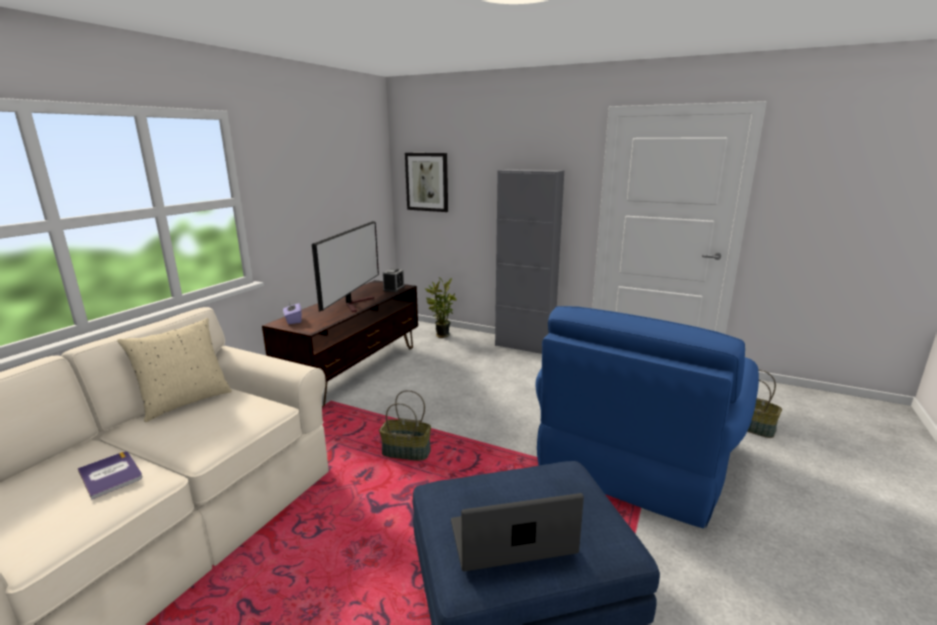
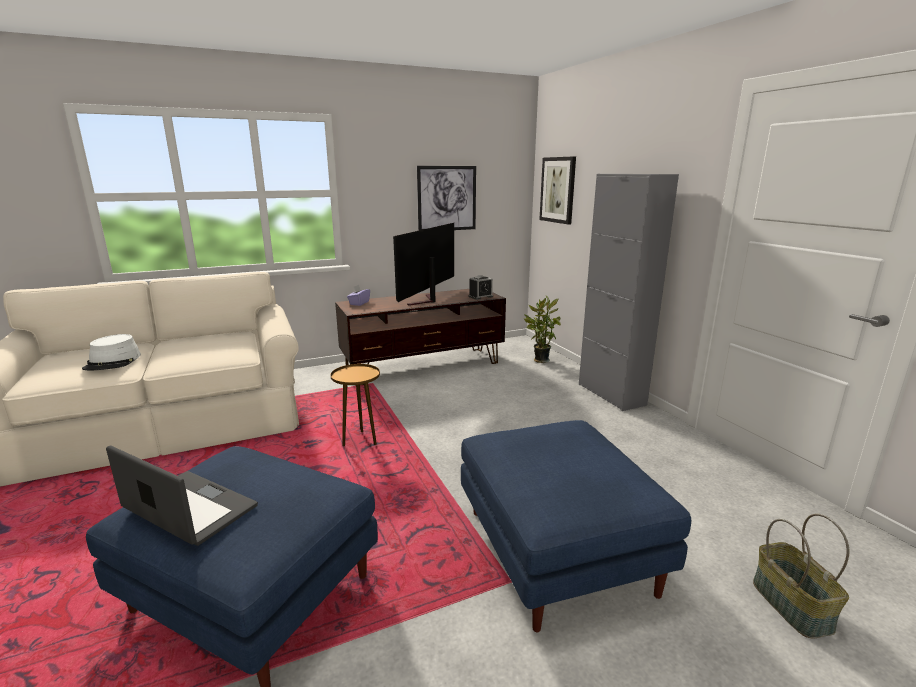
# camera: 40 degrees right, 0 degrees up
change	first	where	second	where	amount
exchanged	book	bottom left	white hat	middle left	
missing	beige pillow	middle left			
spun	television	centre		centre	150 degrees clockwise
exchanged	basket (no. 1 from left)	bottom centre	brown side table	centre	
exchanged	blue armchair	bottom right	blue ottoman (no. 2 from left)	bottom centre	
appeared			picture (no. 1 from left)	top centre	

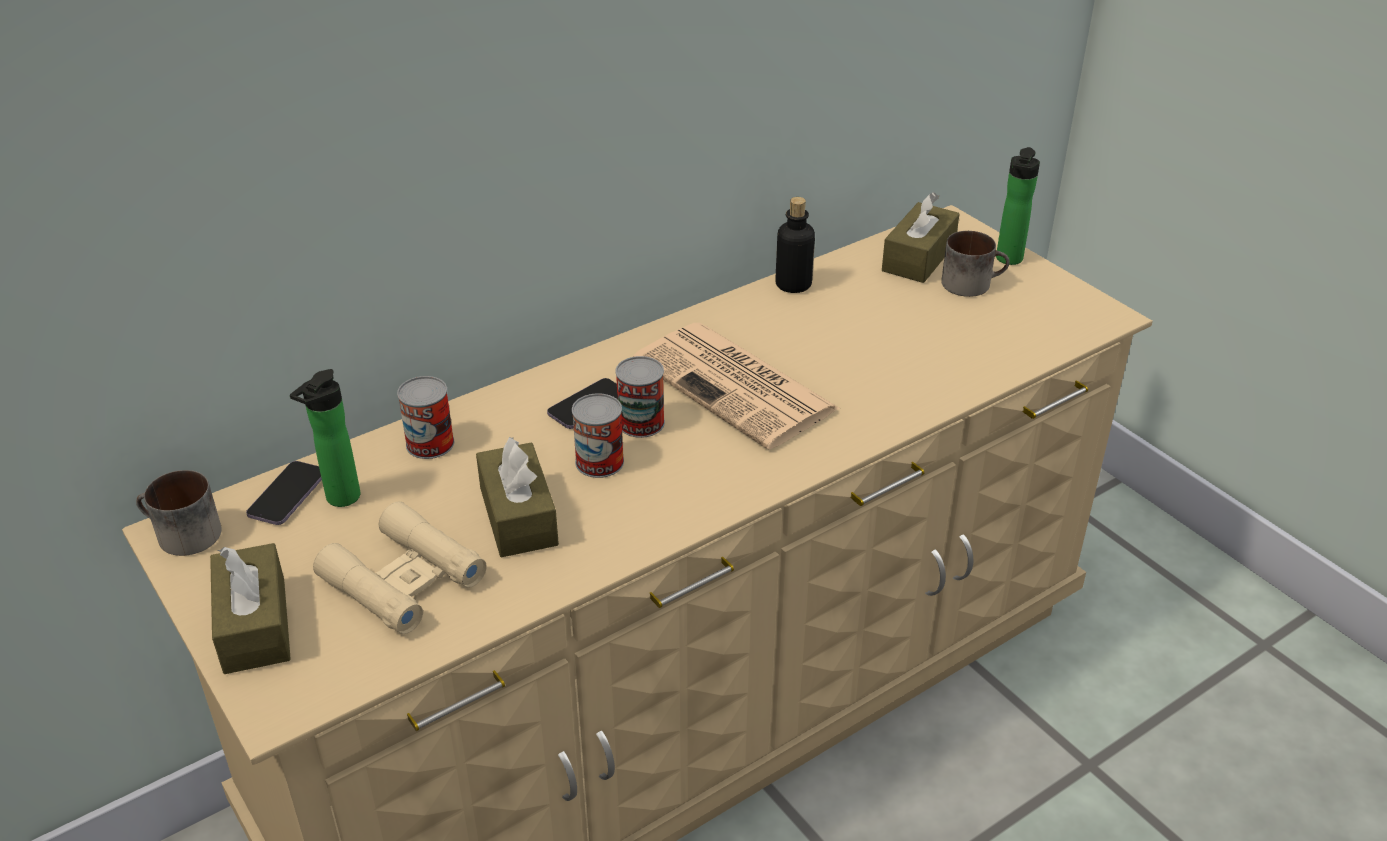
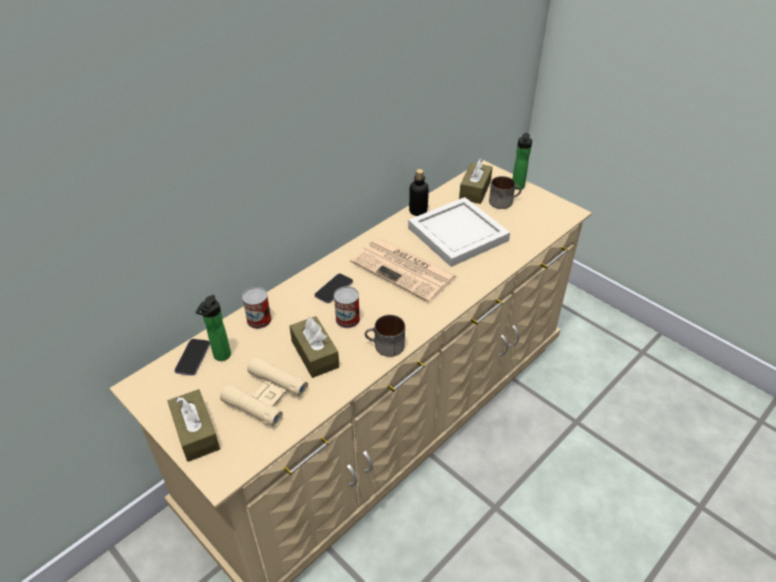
# camera: 10 degrees left, 5 degrees up
change	first	where	second	where	amount
relocated	mug (no. 1 from left)	middle left		centre	
missing	can (no. 3 from left)	centre			
appeared			white tray	centre	

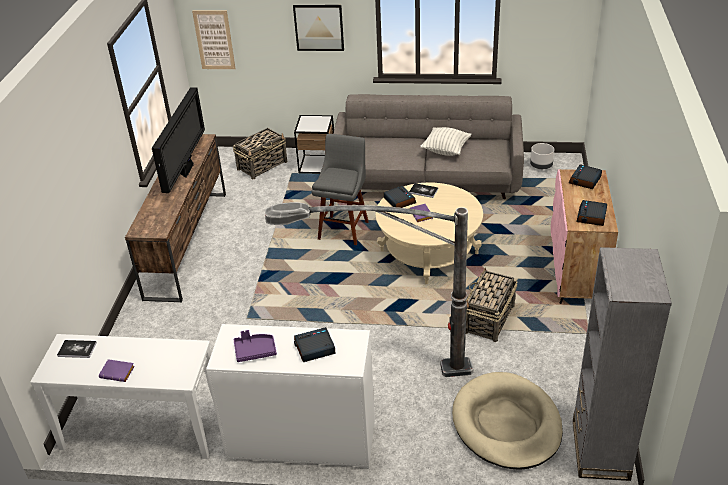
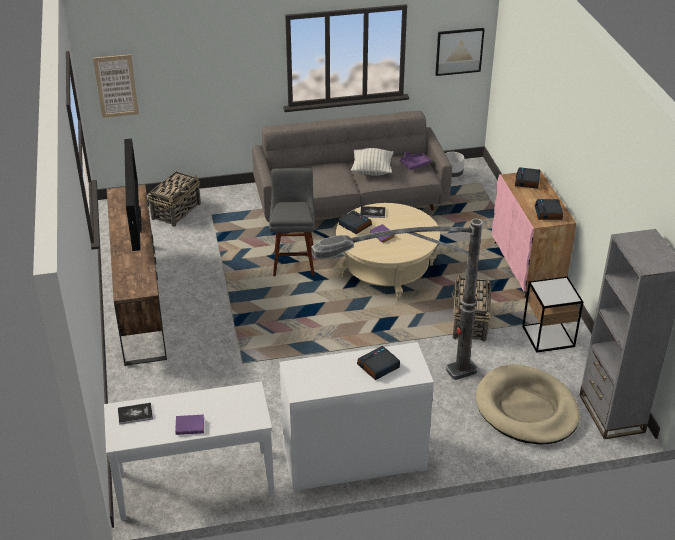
# camera: 20 degrees left, 0 degrees up
change	first	where	second	where	amount
relocated	purple tray	bottom centre		top centre	
relocated	picture (no. 2 from left)	top centre		top right	
relocated	side table	top centre		middle right	

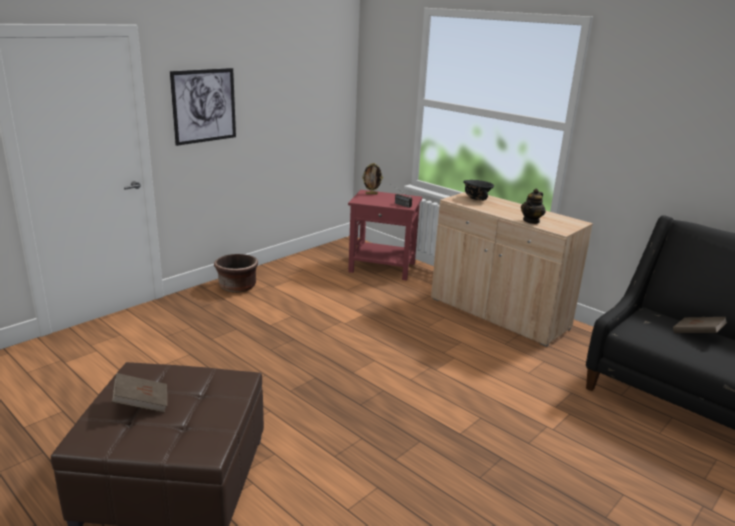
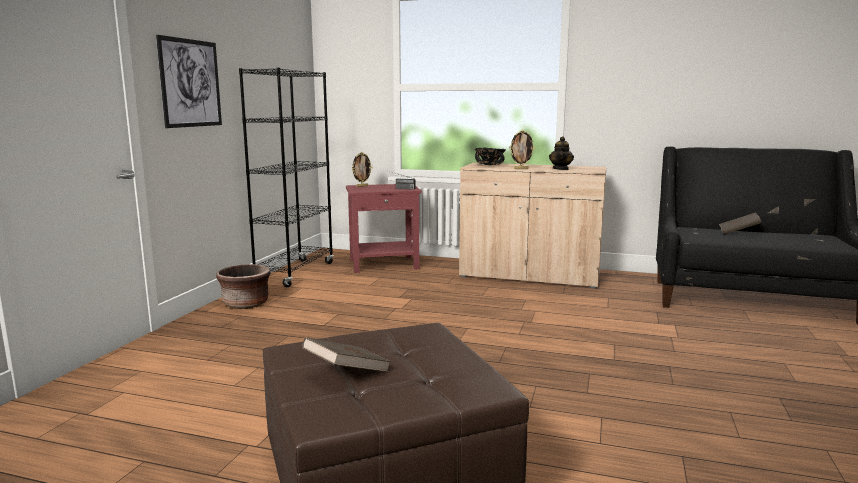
# camera: 25 degrees left, 10 degrees down
change	first	where	second	where	amount
appeared			black bookcase	centre	
appeared			picture frame (no. 2 from left)	top centre	

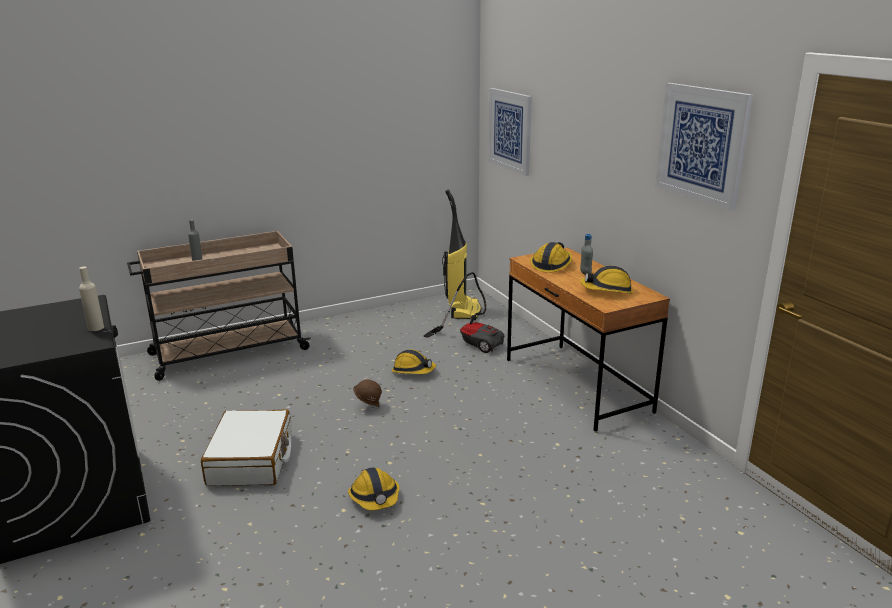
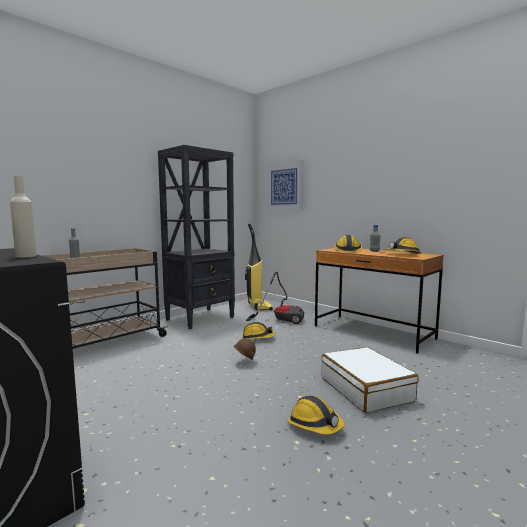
# camera: 20 degrees left, 15 degrees down
change	first	where	second	where	amount
relocated	white suitcase	bottom left		bottom right	
missing	picture (no. 2 from left)	top right			
appeared			black bookcase	centre	

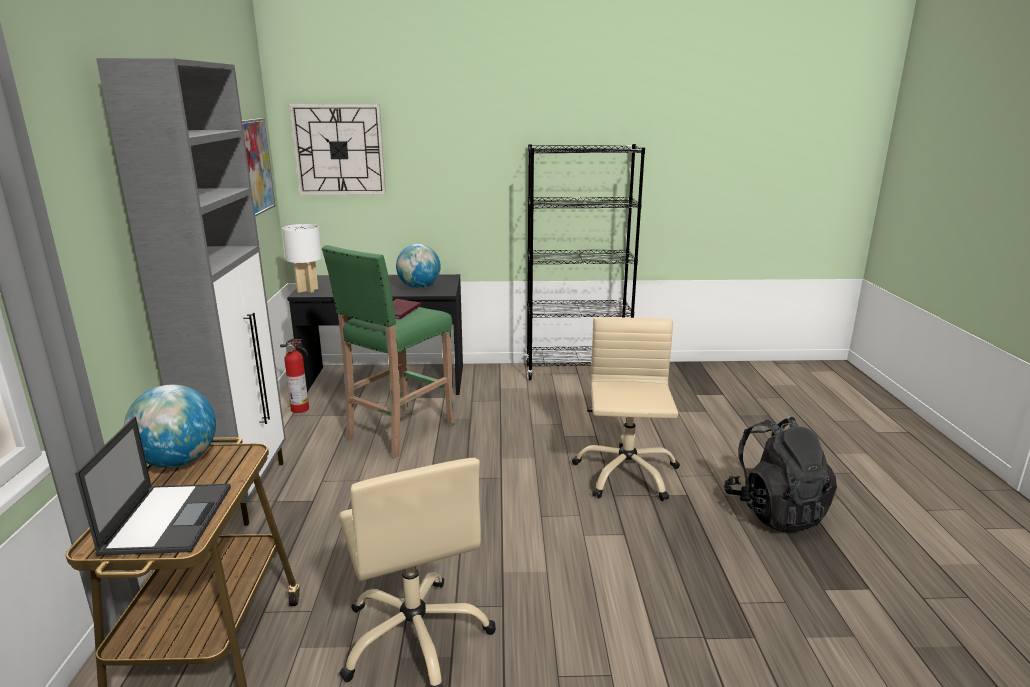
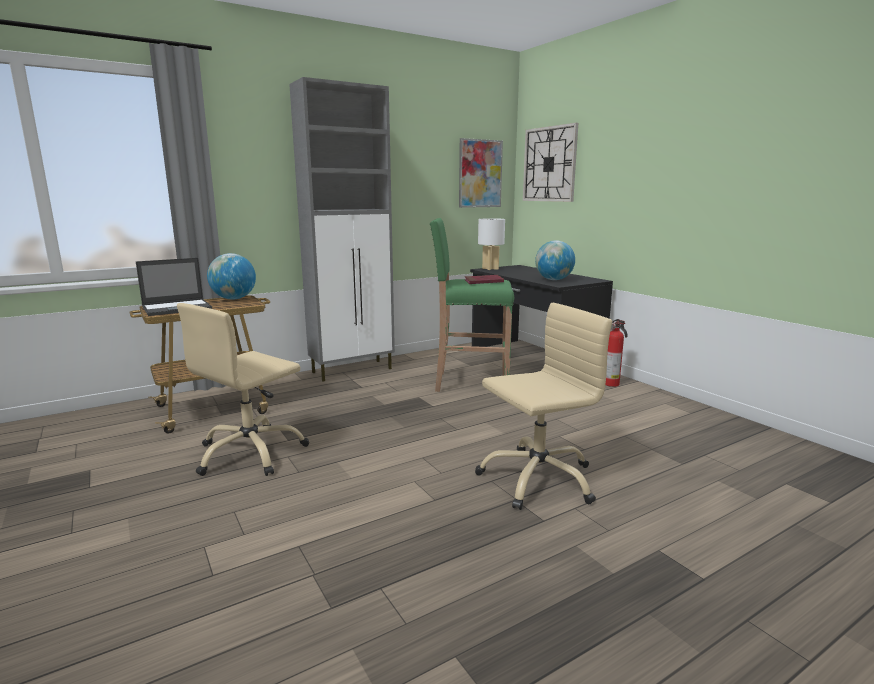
# camera: 60 degrees right, 5 degrees down
change	first	where	second	where	amount
relocated	fire extinguisher	middle left		middle right	
missing	black bookcase	centre			
missing	black backpack	bottom right			

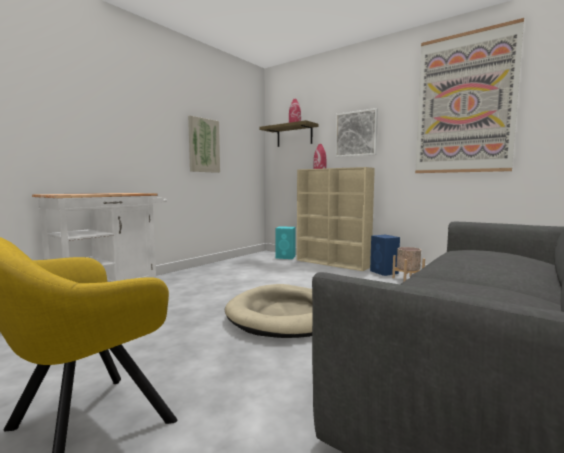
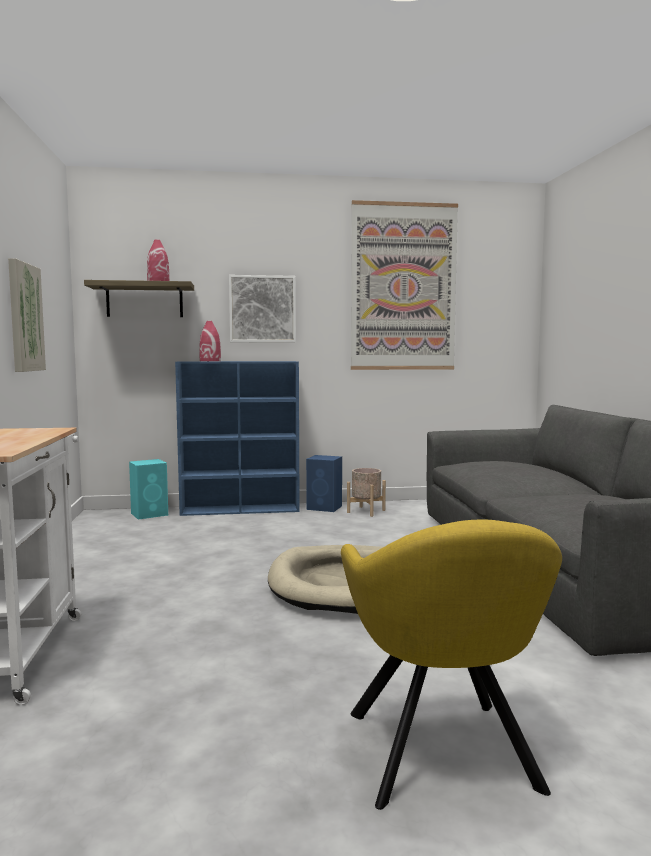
# camera: 45 degrees left, 0 degrees up
change	first	where	second	where	amount
colour	beige bookcase	centre	blue bookcase	centre	

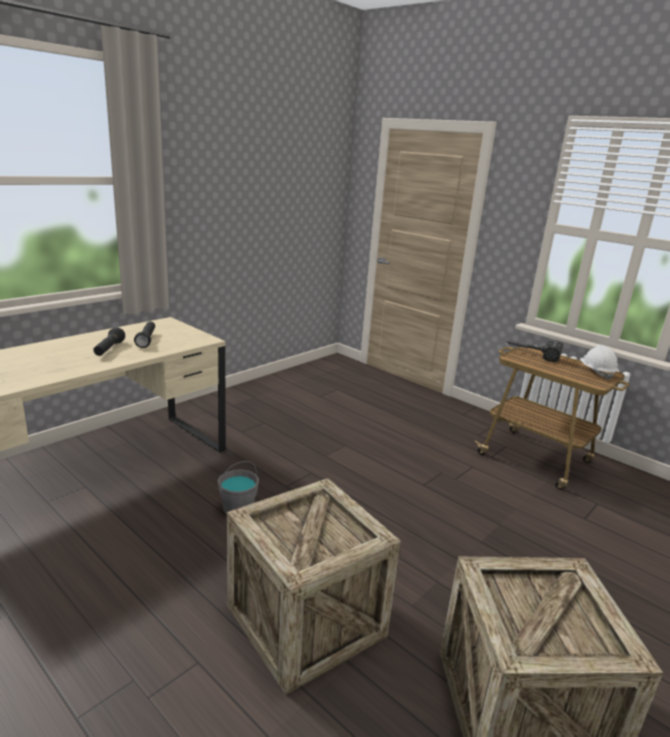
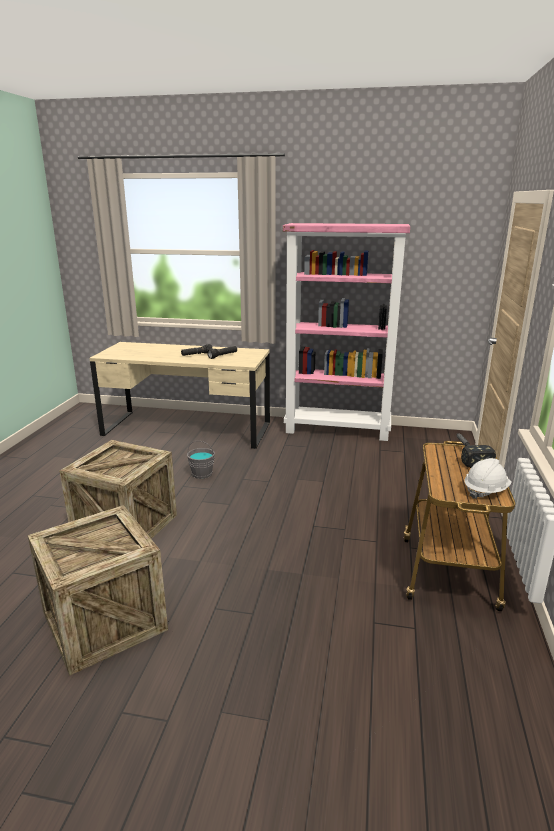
# camera: 60 degrees right, 0 degrees up
change	first	where	second	where	amount
appeared			pink bookcase	centre	

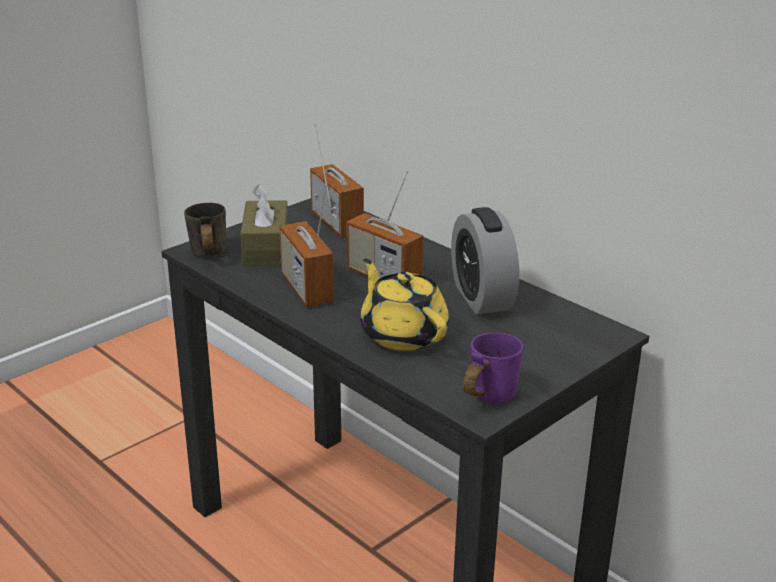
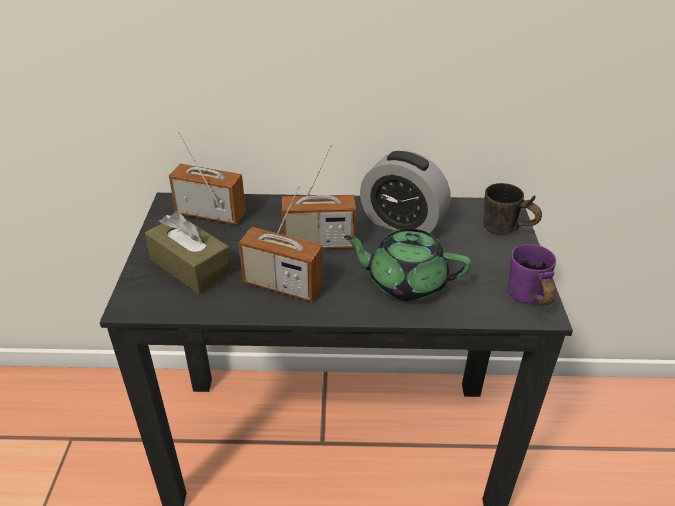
# camera: 45 degrees left, 10 degrees up
change	first	where	second	where	amount
relocated	grey mug	middle left		middle right	
colour	yellow teapot	centre	green teapot	centre	

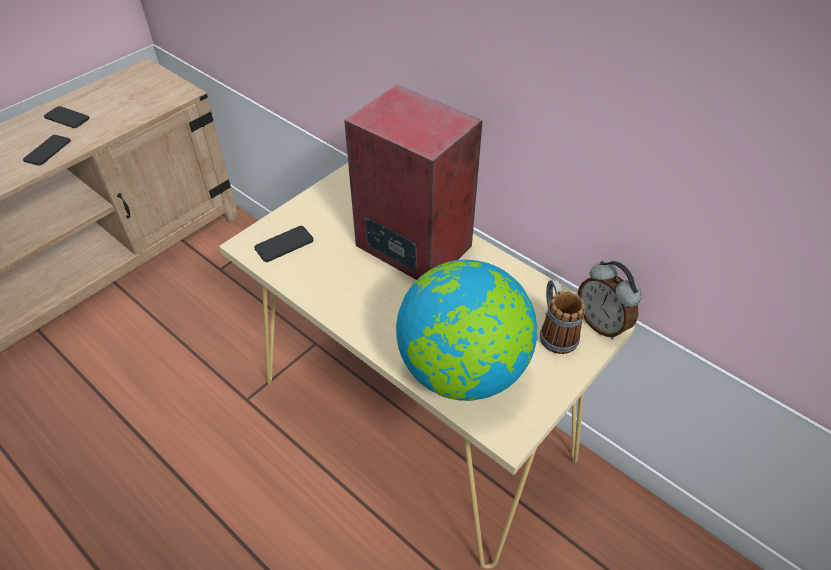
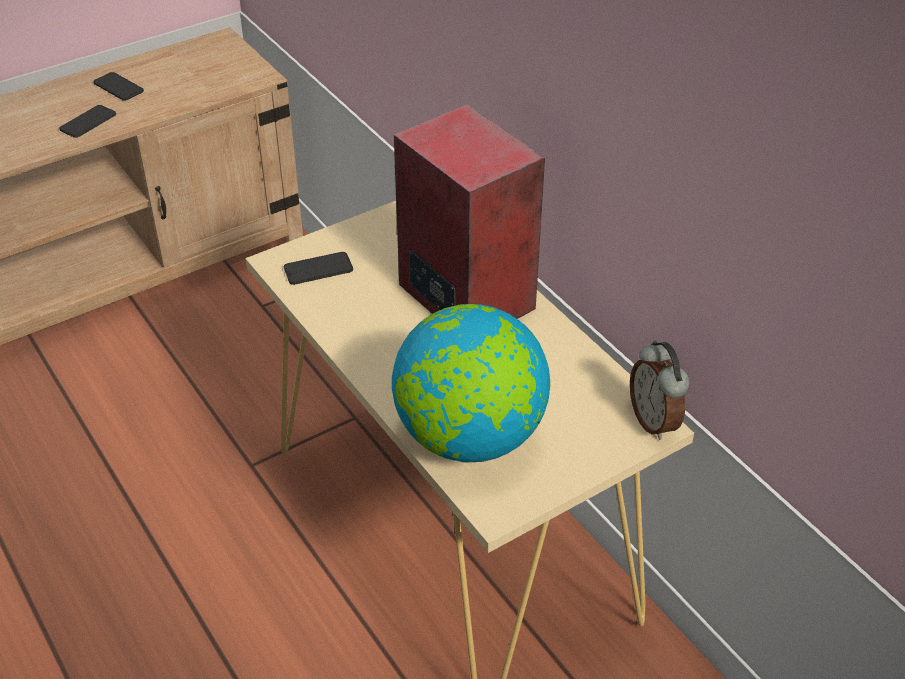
# camera: 15 degrees right, 5 degrees down
change	first	where	second	where	amount
missing	mug	middle right			

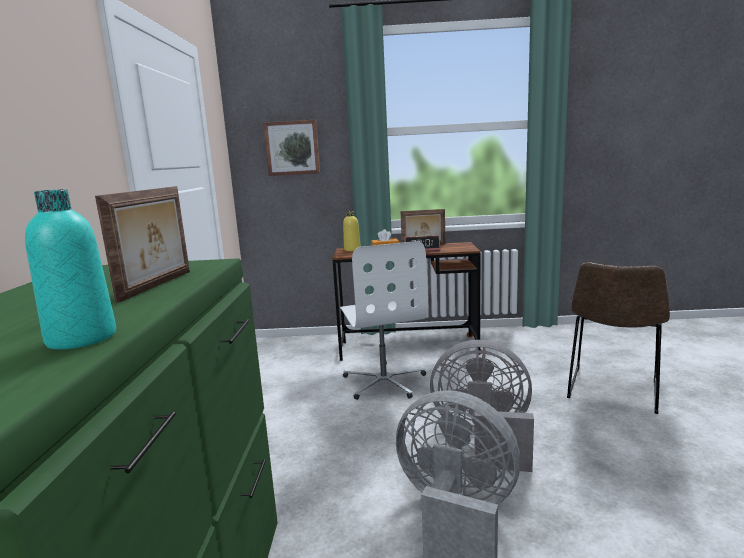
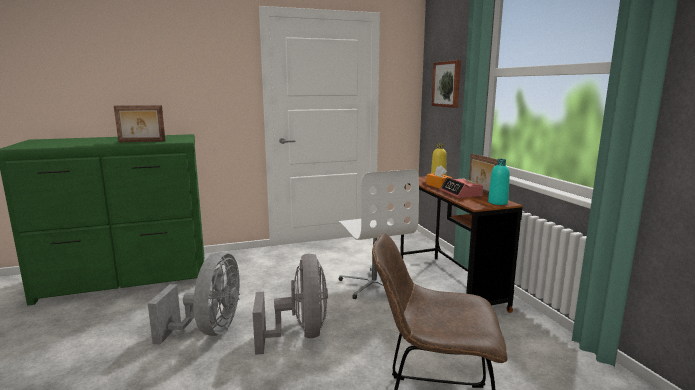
# camera: 70 degrees right, 0 degrees up
change	first	where	second	where	amount
relocated	turquoise bottle	middle left		middle right	
spun	white office chair	centre		centre	75 degrees counterclockwise

